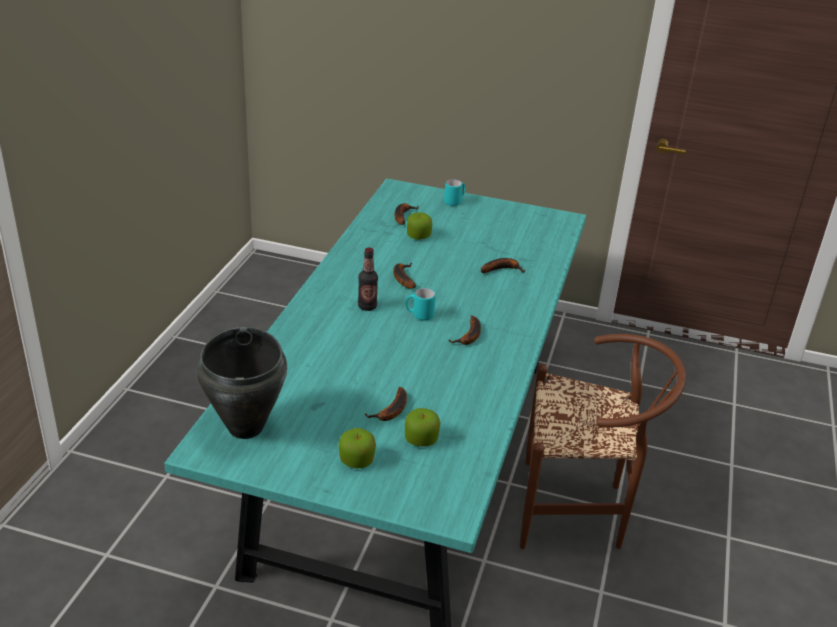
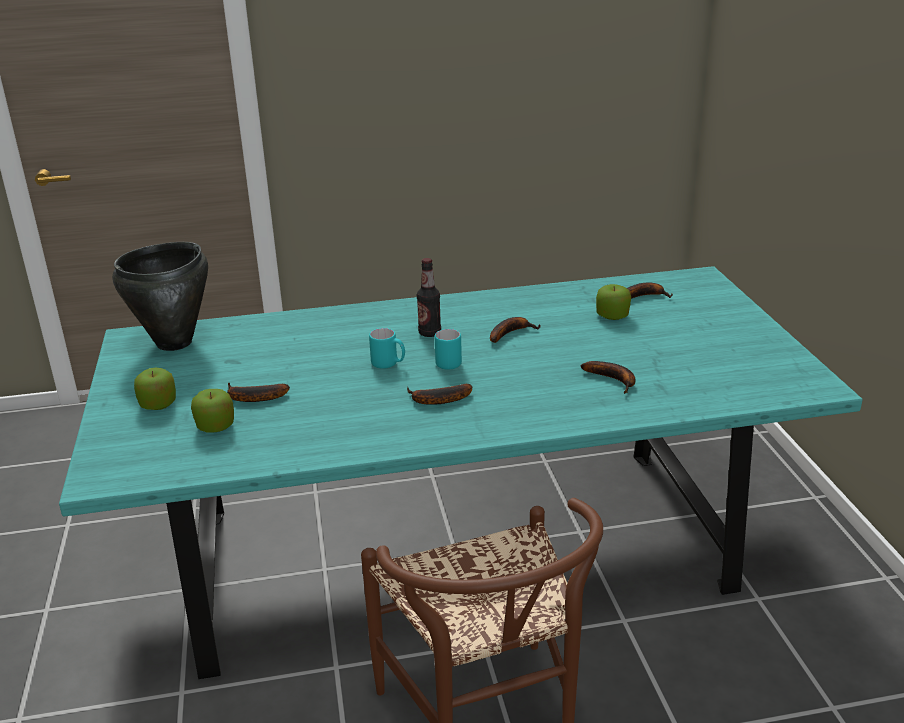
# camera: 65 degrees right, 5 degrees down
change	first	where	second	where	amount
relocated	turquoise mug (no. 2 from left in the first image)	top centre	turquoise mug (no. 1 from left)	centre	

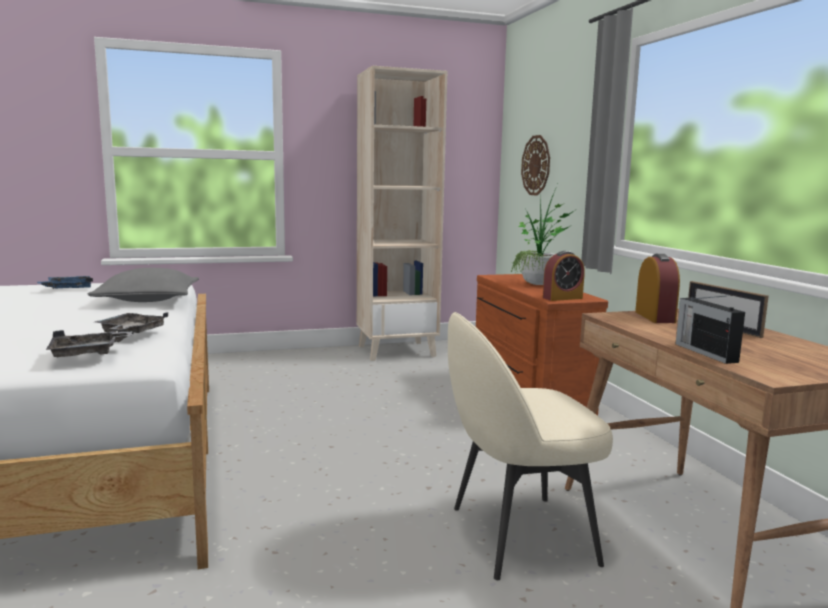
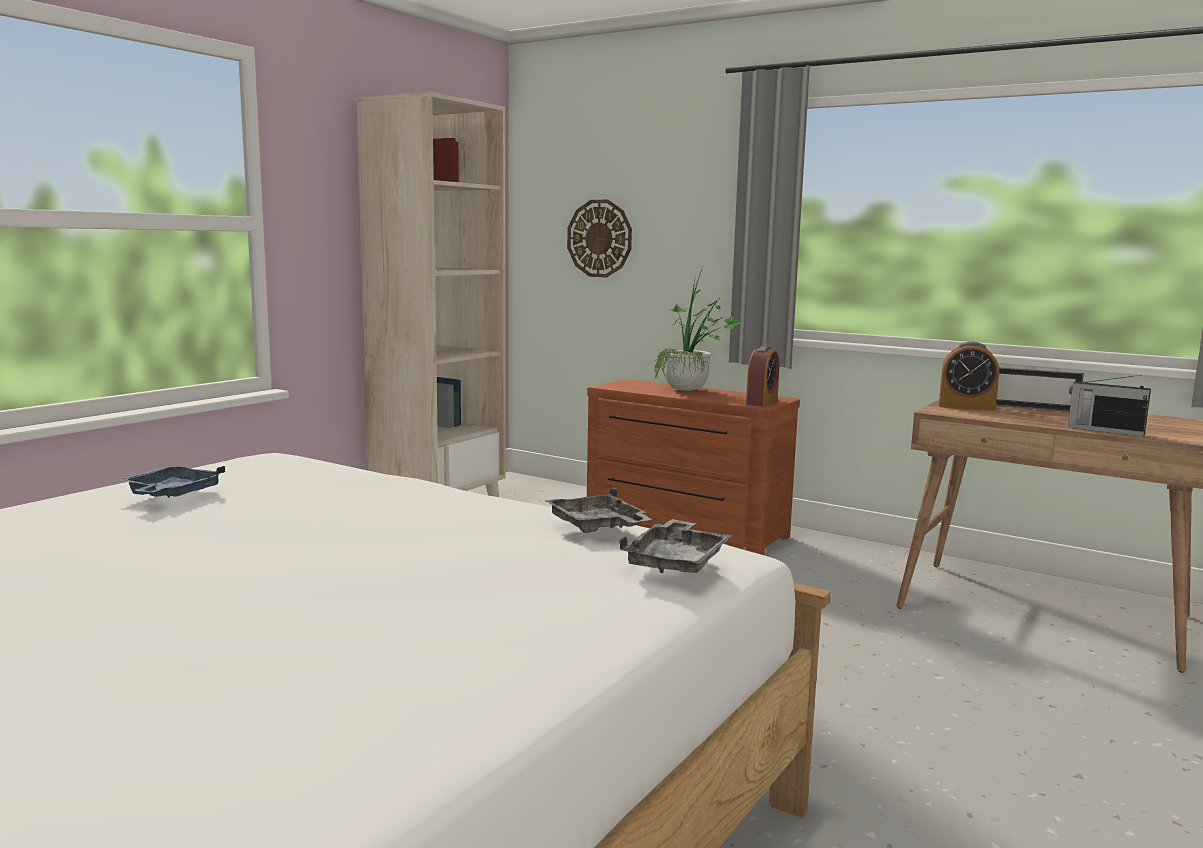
# camera: 40 degrees left, 0 degrees up
change	first	where	second	where	amount
missing	grey pillow	middle left			
missing	beige chair	bottom centre			
spun	alarm clock (no. 2 from left)	middle right		middle right	150 degrees clockwise

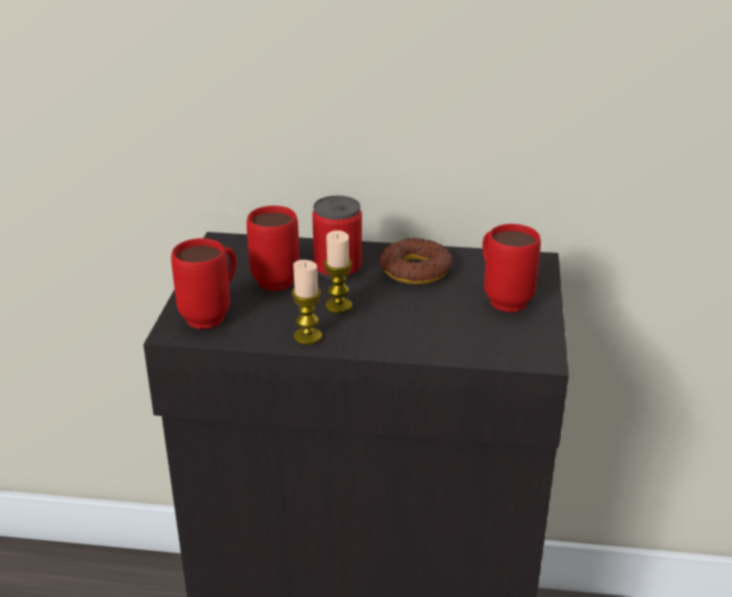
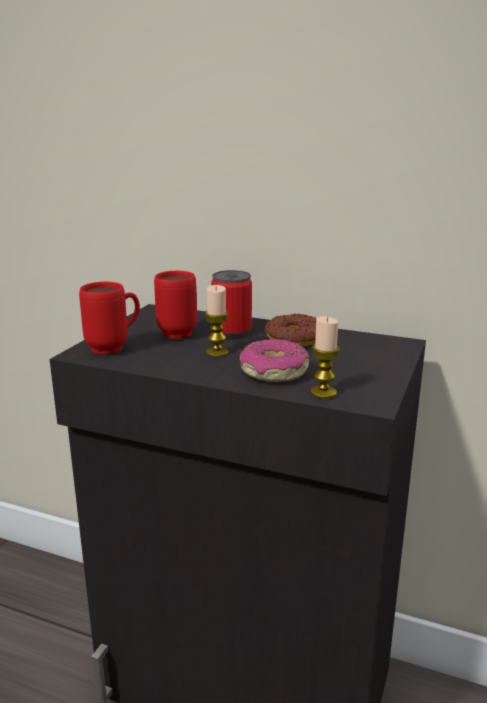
# camera: 15 degrees right, 10 degrees down
change	first	where	second	where	amount
relocated	candle (no. 1 from left in the first image)	centre	candle (no. 2 from left)	middle right	
missing	red mug (no. 3 from left)	middle right			
appeared			donut (no. 1 from left)	centre	

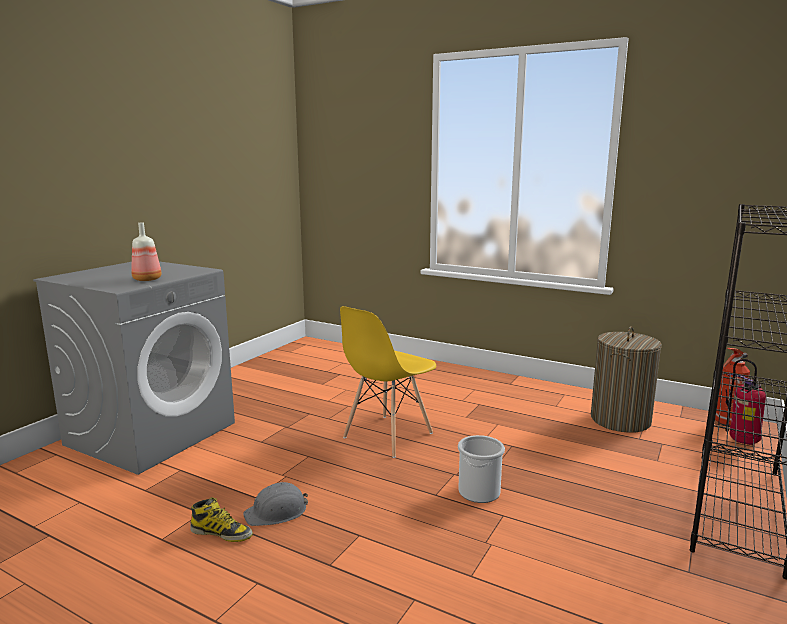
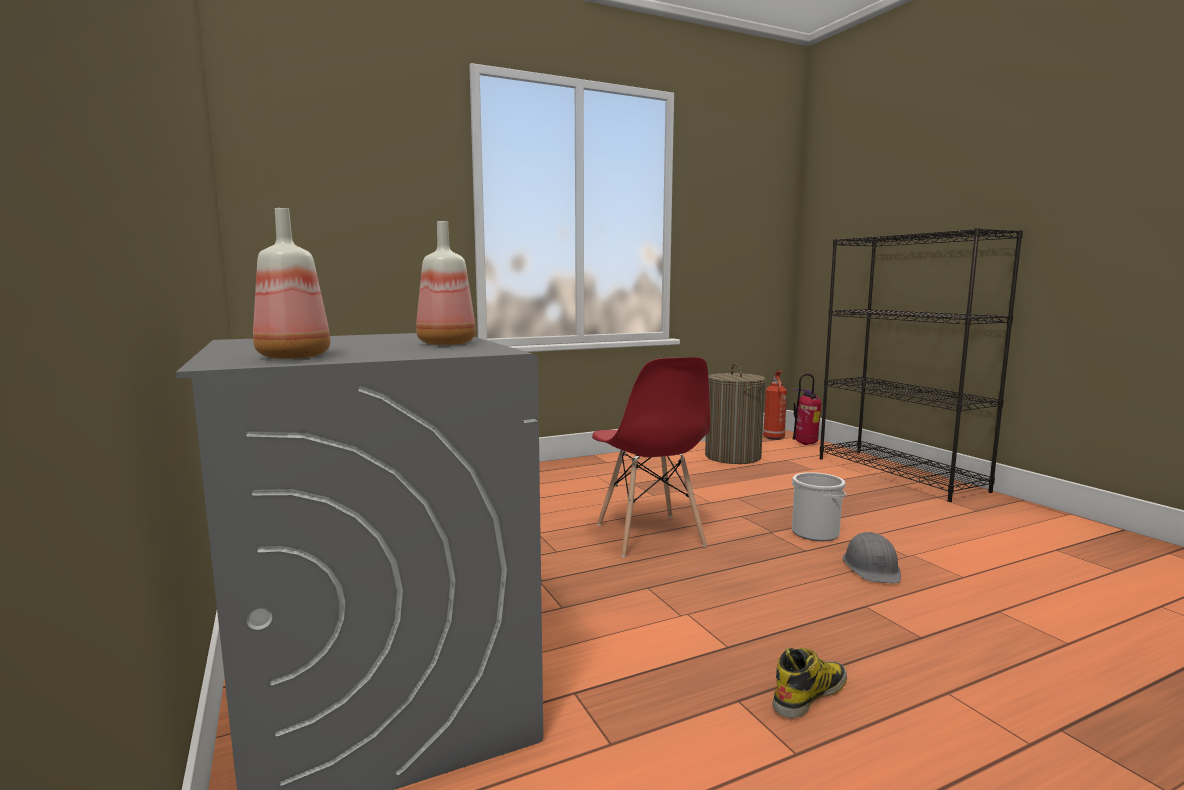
# camera: 55 degrees left, 5 degrees down
change	first	where	second	where	amount
relocated	grey hard hat	bottom centre		bottom right	
colour	yellow chair	centre	red chair	centre	
appeared			bottle (no. 1 from left)	middle left	

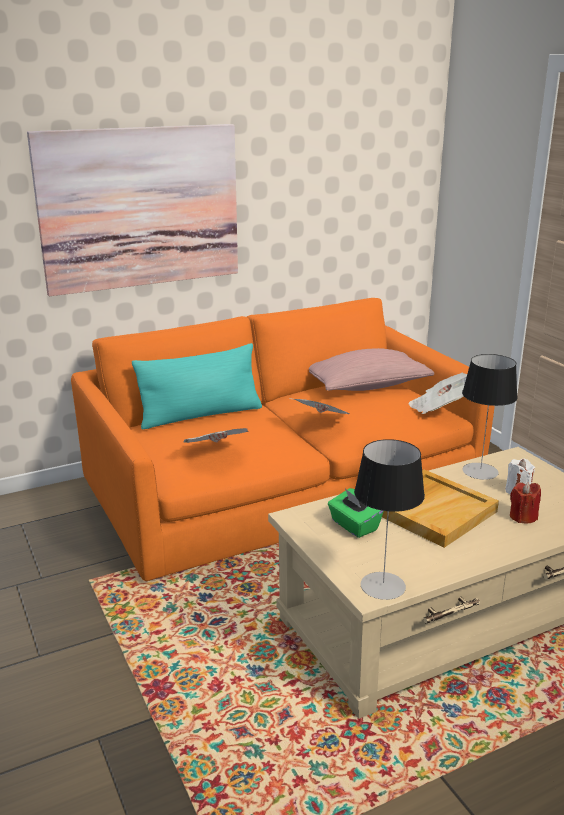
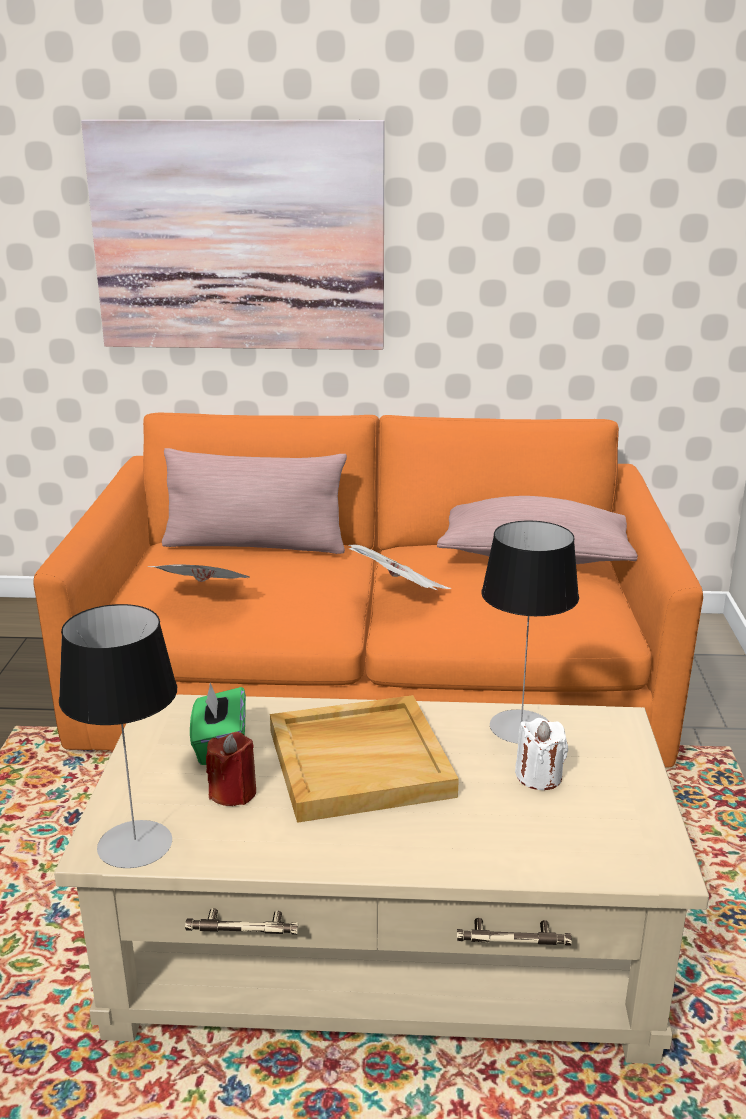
# camera: 30 degrees right, 0 degrees up
change	first	where	second	where	amount
colour	turquoise pillow	centre	pink pillow (no. 1 from left)	centre	
missing	newspaper (no. 3 from left)	middle right			
relocated	red candle	middle right		bottom left	

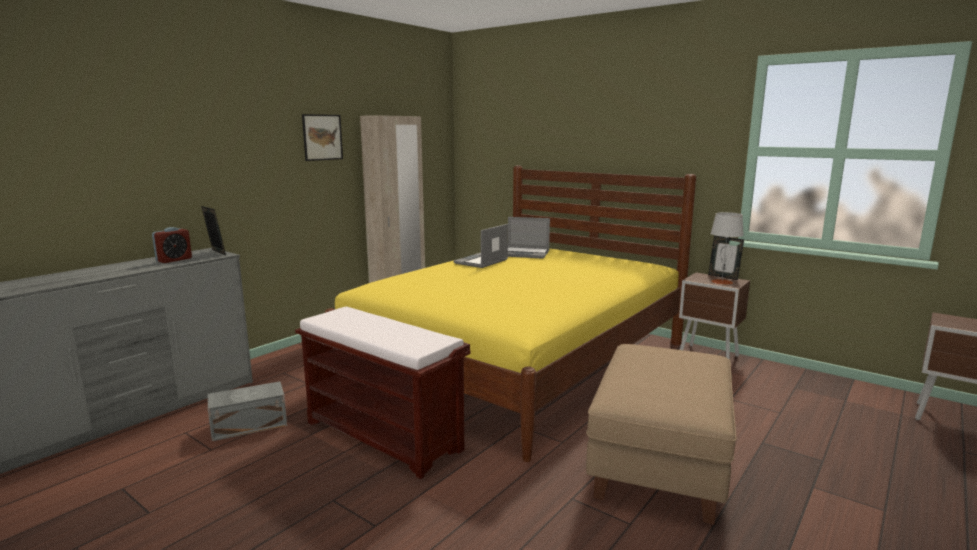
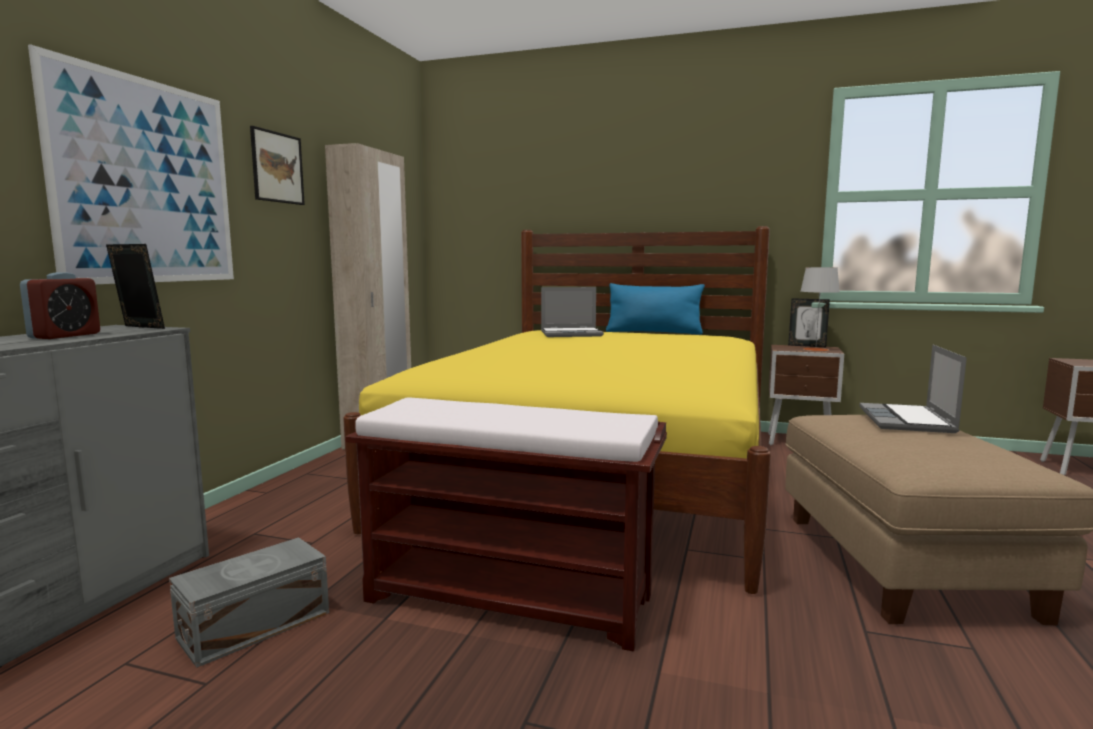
# camera: 20 degrees left, 5 degrees down
change	first	where	second	where	amount
relocated	laptop (no. 1 from left in the first image)	centre	laptop (no. 2 from left)	middle right	
appeared			picture (no. 1 from left)	top left	
appeared			blue pillow	centre	

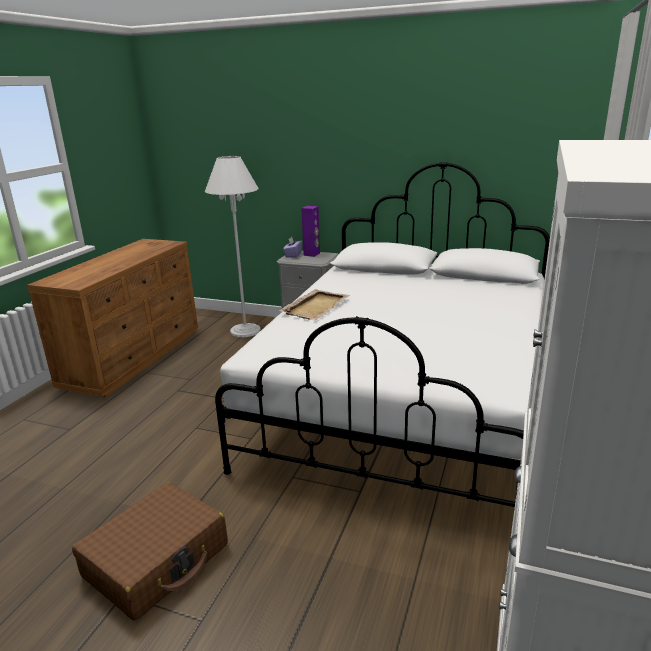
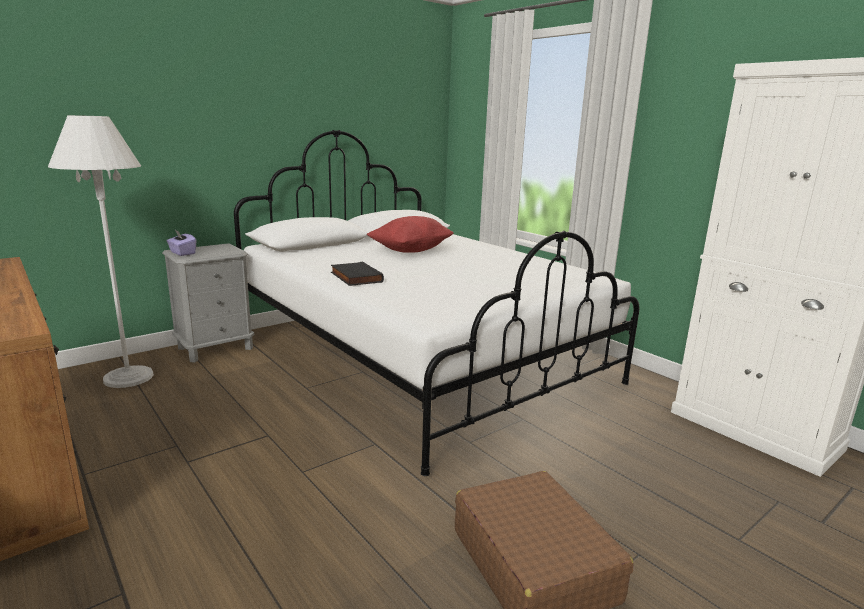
# camera: 60 degrees left, 5 degrees down
change	first	where	second	where	amount
exchanged	beige tray	centre	black book	centre	
missing	purple speaker	centre			
appeared			red pillow	centre	

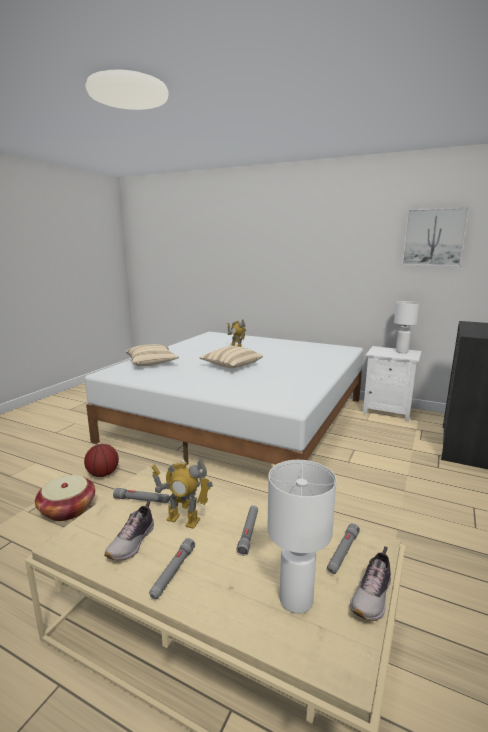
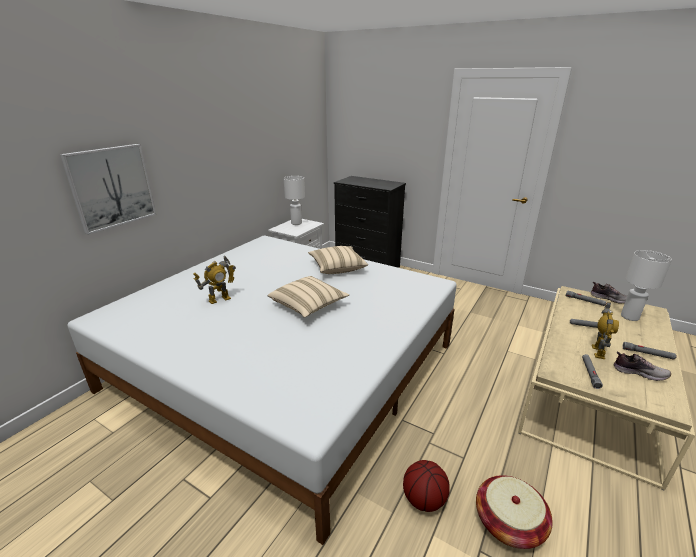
# camera: 85 degrees left, 10 degrees up
change	first	where	second	where	amount
relocated	beige pillow (no. 1 from left in the first image)	middle left	beige pillow (no. 2 from left)	centre	
relocated	picture	top right		middle left	

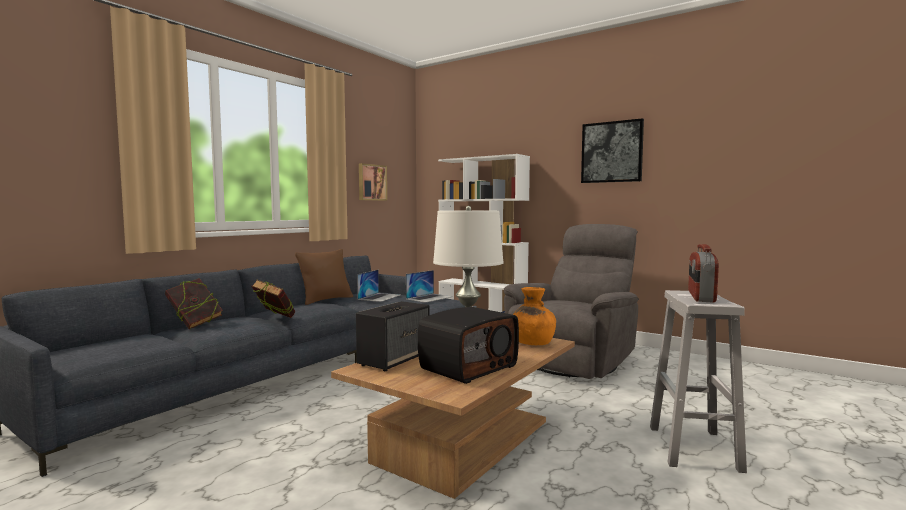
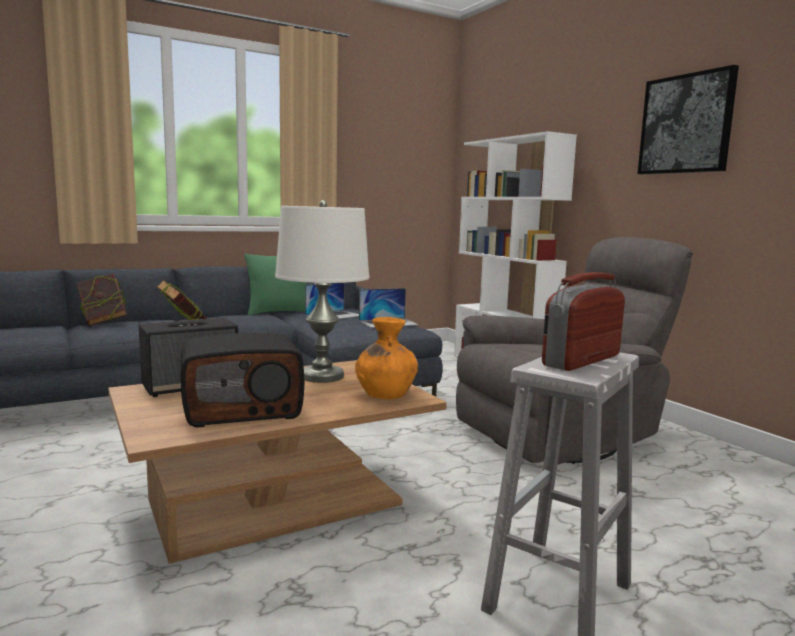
# camera: 25 degrees right, 5 degrees up
change	first	where	second	where	amount
colour	brown pillow	centre	green pillow	centre	
missing	picture (no. 1 from left)	centre			

